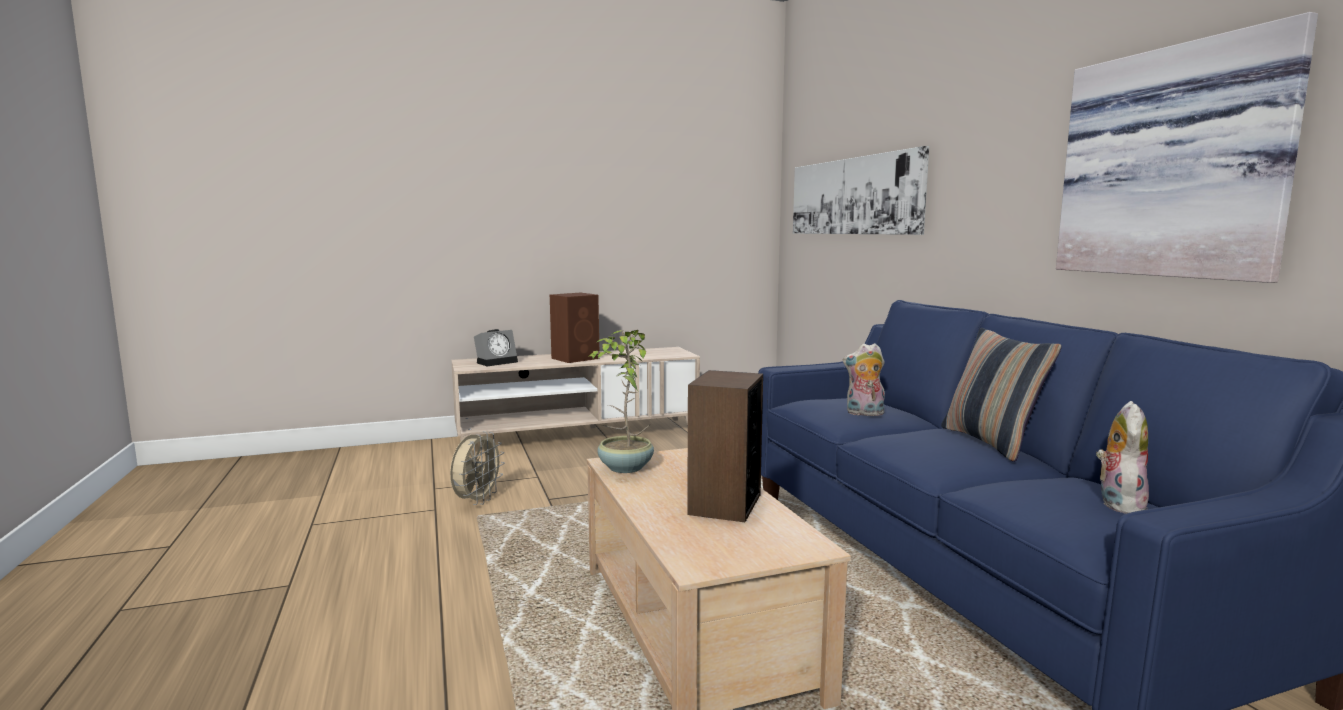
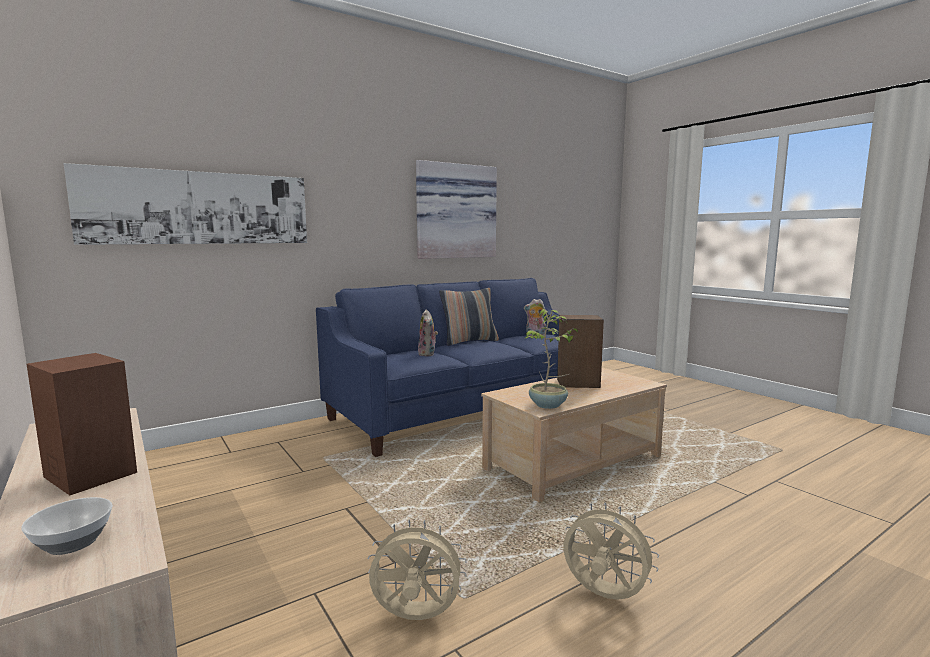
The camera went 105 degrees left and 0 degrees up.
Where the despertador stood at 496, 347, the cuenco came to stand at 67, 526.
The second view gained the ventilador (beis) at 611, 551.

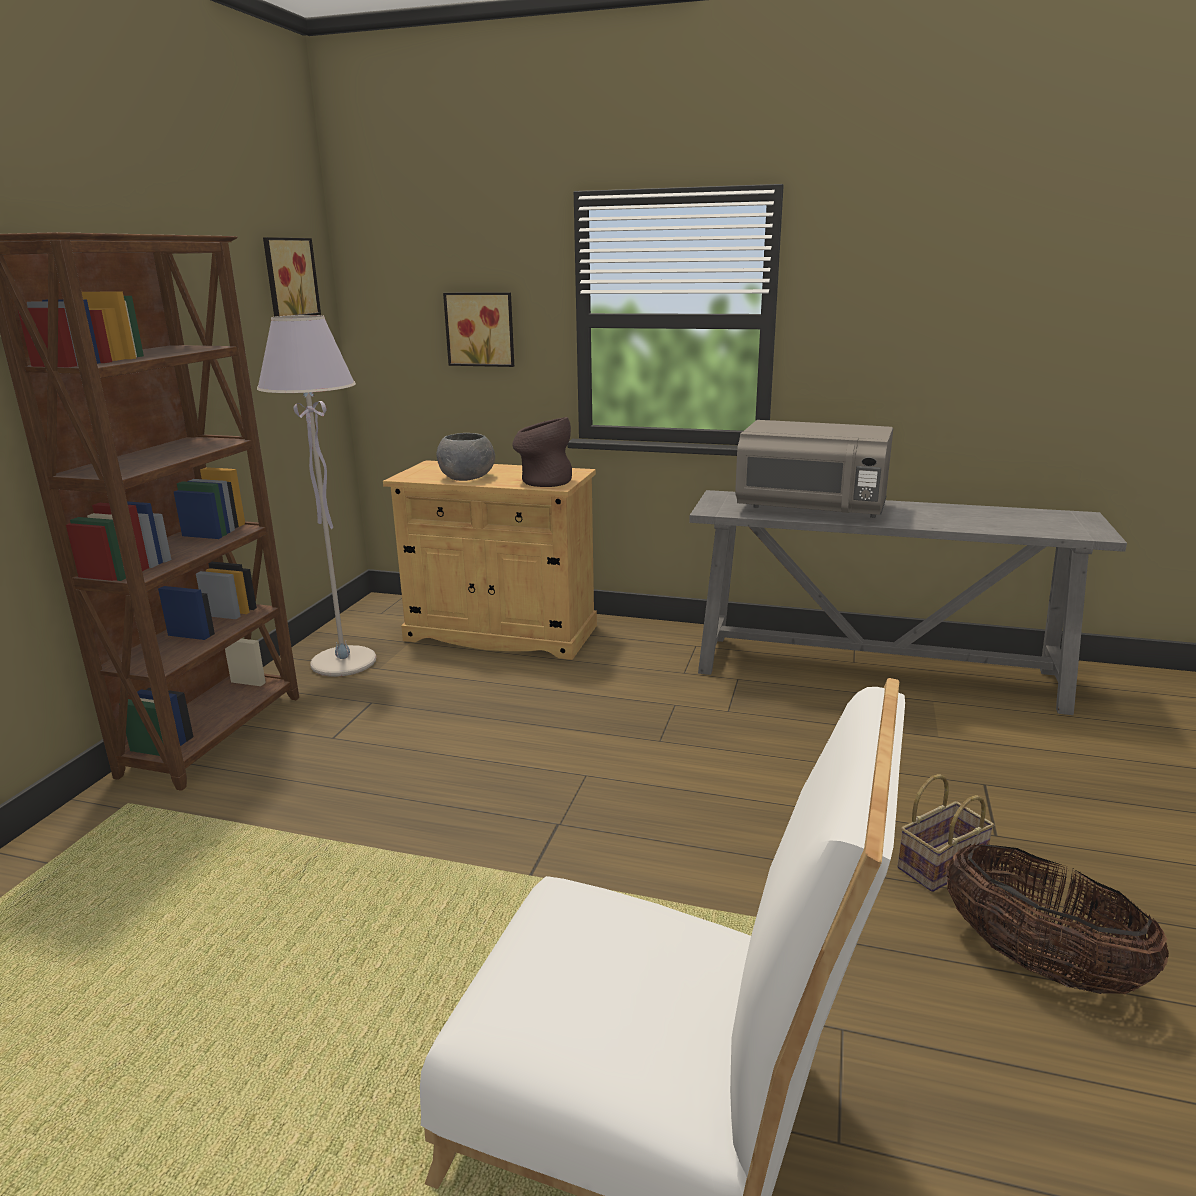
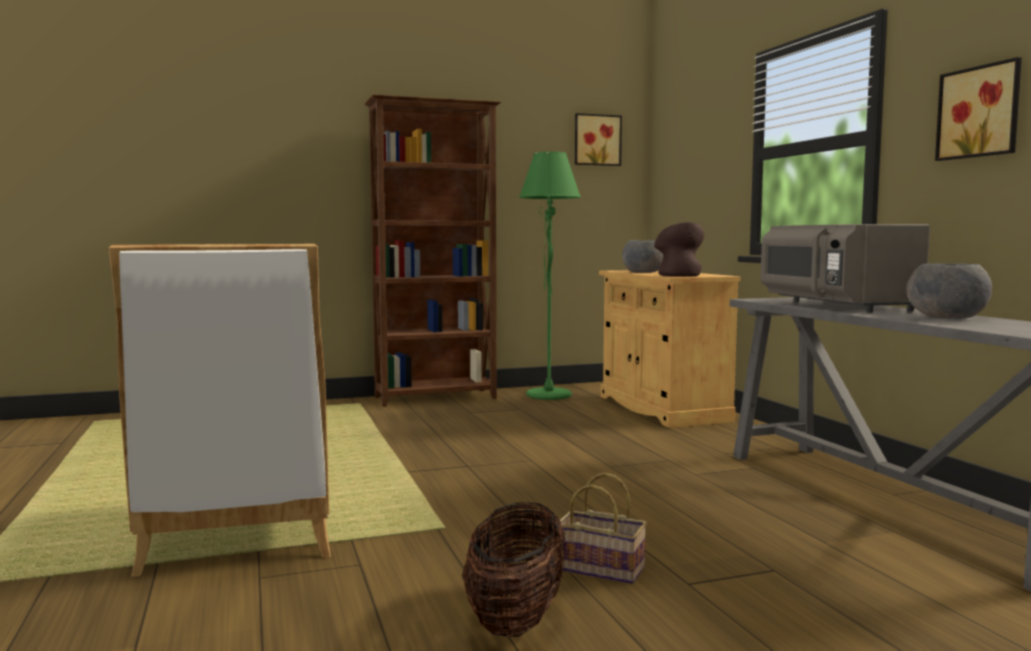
The camera went 55 degrees right and 15 degrees down.
What was the lámpara de pie (gris) at 316, 496 turned into the lámpara de pie (verde) at 550, 276.
The second view gained the cuenco (gris) at 949, 291.
The cuadro ended up elsewhere, having gone from 478, 329 to 978, 109.

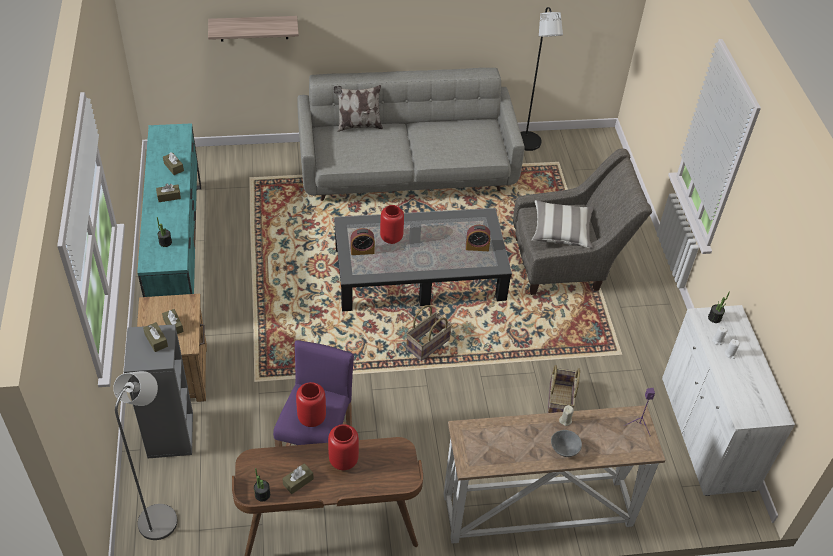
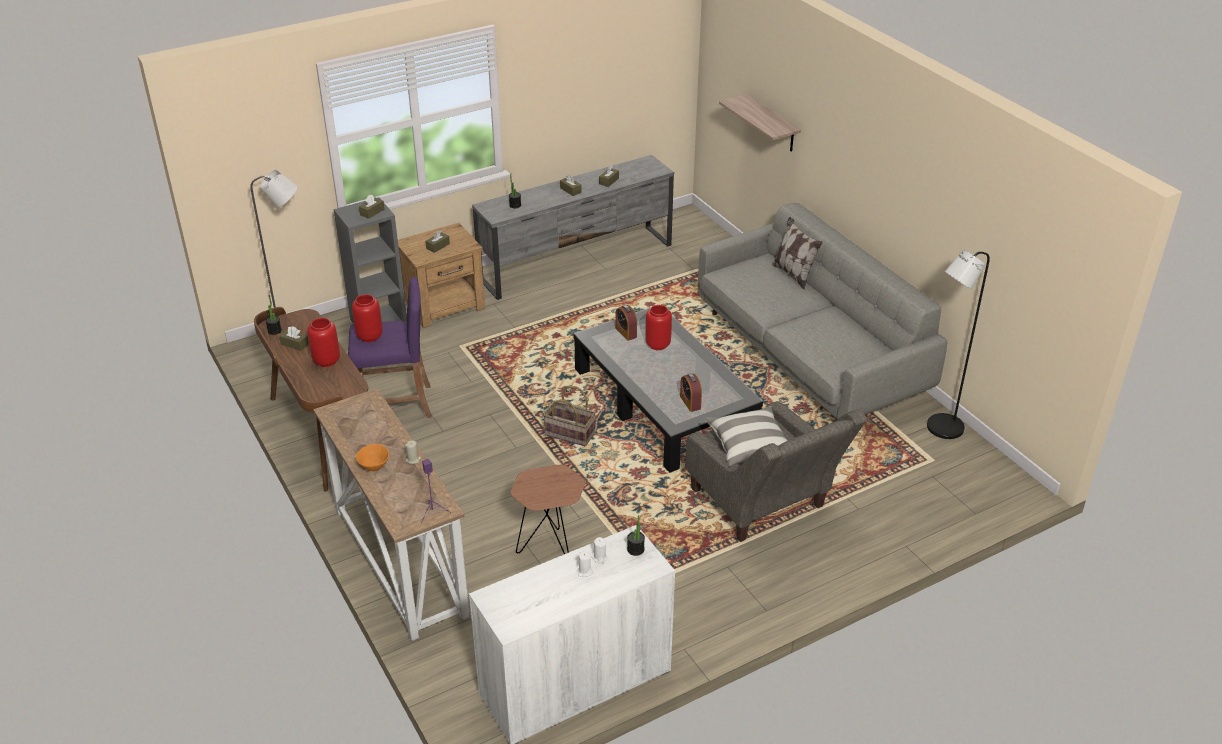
The camera went 70 degrees right and 10 degrees down.
What was the cuenco (gris) at 566, 443 turned into the cuenco (naranja) at 372, 457.
What was the mueble de televisión (turquesa) at 169, 210 turned into the mueble de televisión (gris) at 573, 227.
Where the cesta stood at 563, 389, the mesa auxiliar (marrón) came to stand at 547, 509.

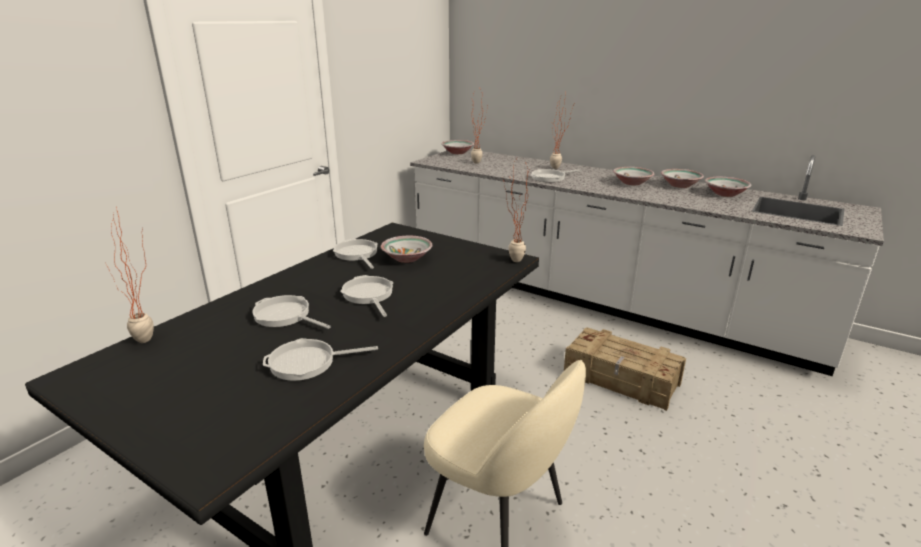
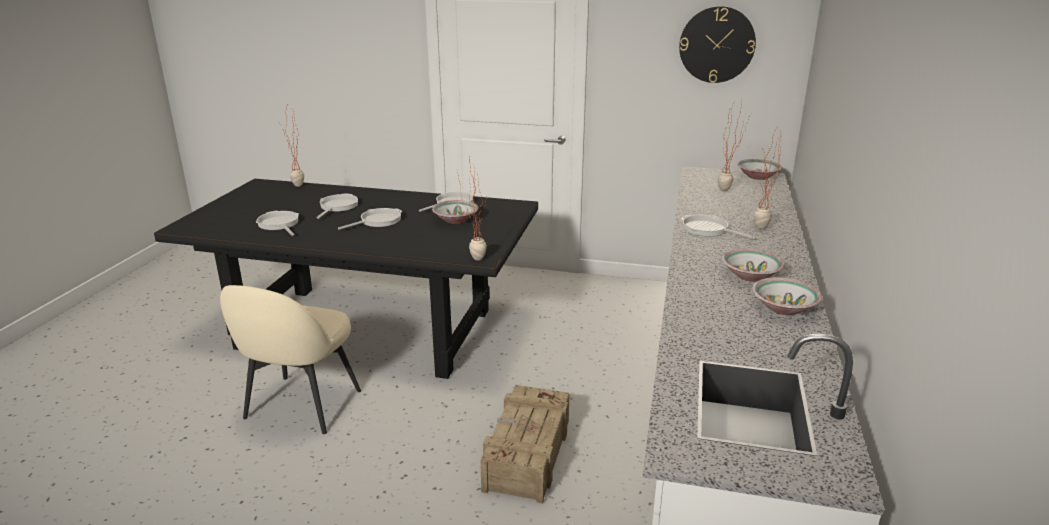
The camera went 70 degrees right and 0 degrees up.
The second view gained the reloj de pared at 717, 44.
The second view lost the cuenco at 728, 187.

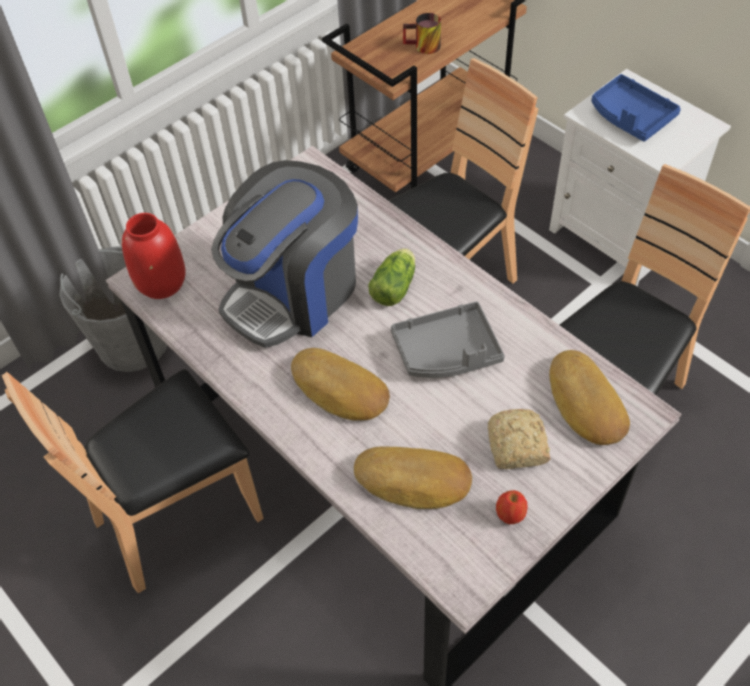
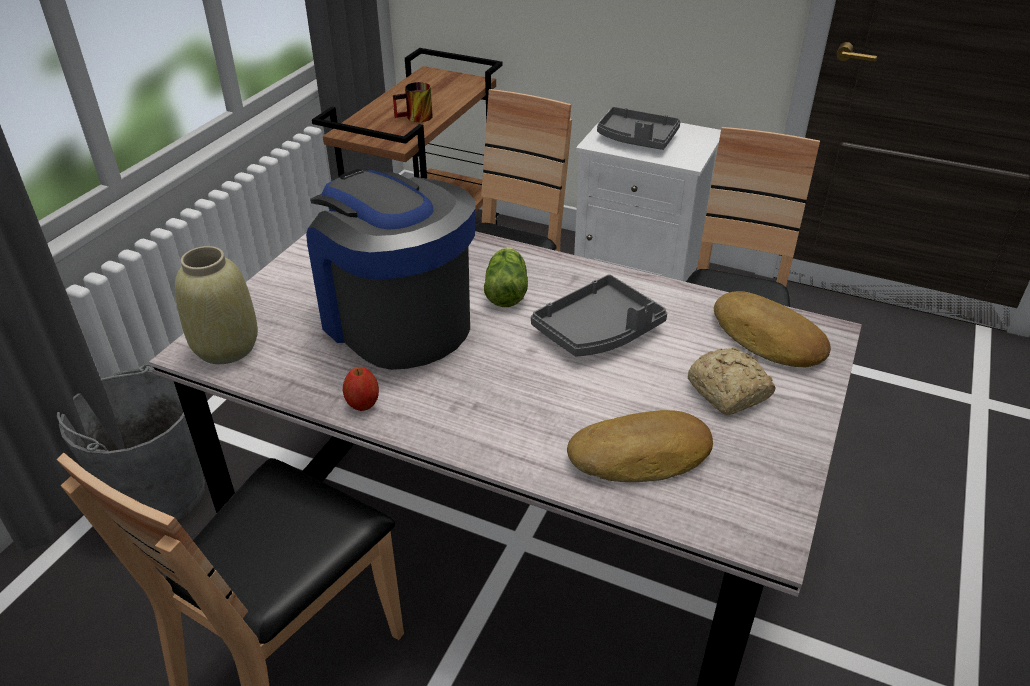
The camera went 25 degrees left and 15 degrees down.
What was the florero (rojo) at 154, 256 turned into the florero (beis) at 216, 305.
The cafetera at 284, 254 ended up facing another way, 120 degrees clockwise from before.
The manzana ended up elsewhere, having gone from 512, 507 to 361, 389.
What was the bandeja (azul) at 636, 108 turned into the bandeja (gris) at 639, 128.
The second view lost the pan at 340, 384.

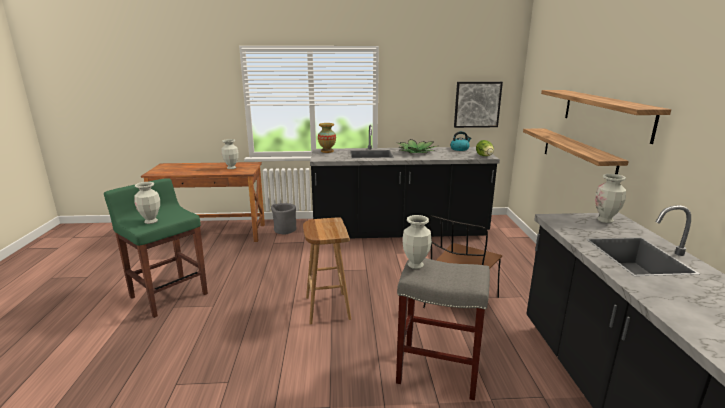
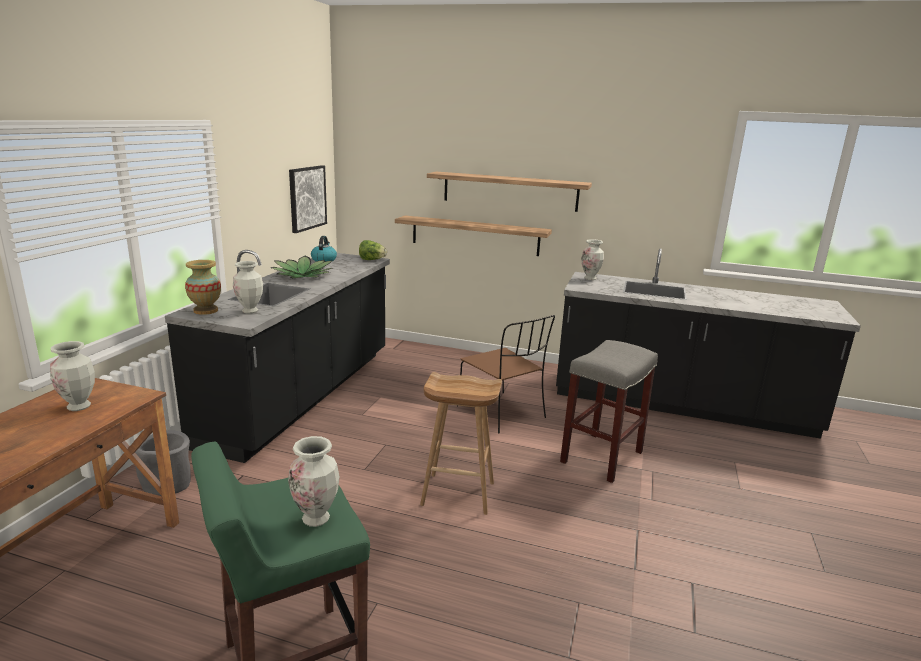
The camera went 70 degrees left and 0 degrees up.
The florero ended up elsewhere, having gone from 417, 242 to 248, 287.

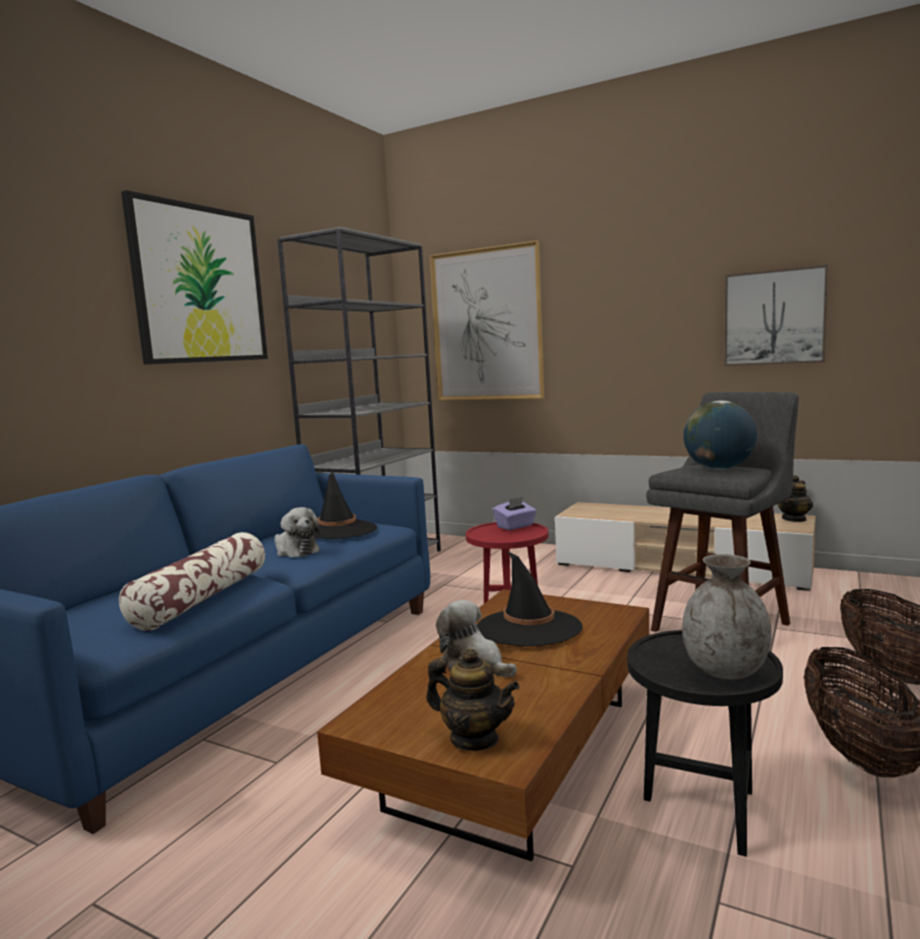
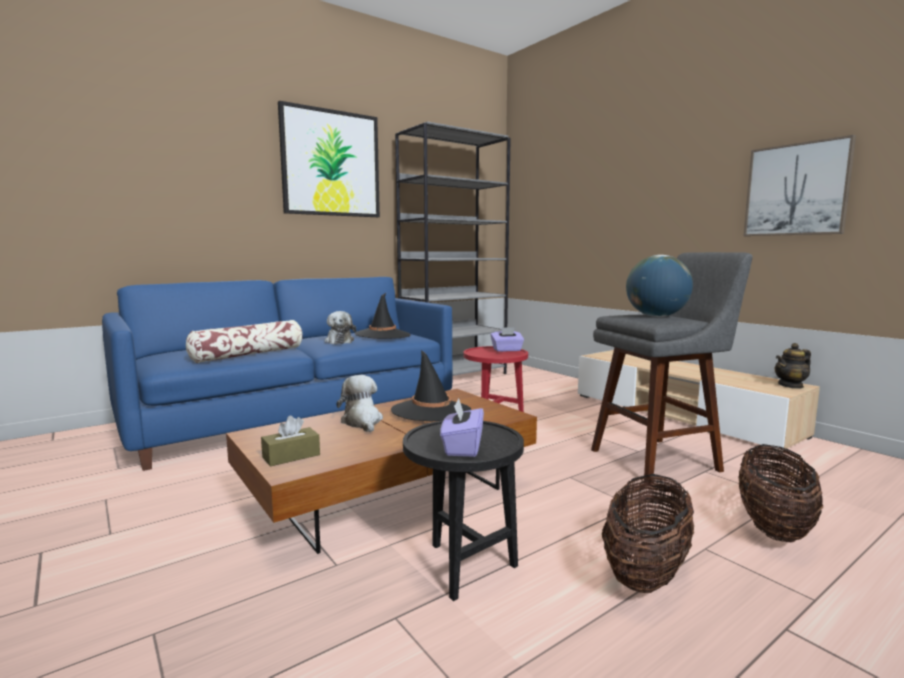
The camera went 25 degrees right and 0 degrees up.
Where the tetera stood at 472, 699, the caja de pañuelos (marrón) came to stand at 290, 441.
Where the florero (gris) stood at 727, 616, the caja de pañuelos (morado) came to stand at 462, 428.
The second view lost the cuadro at 486, 320.

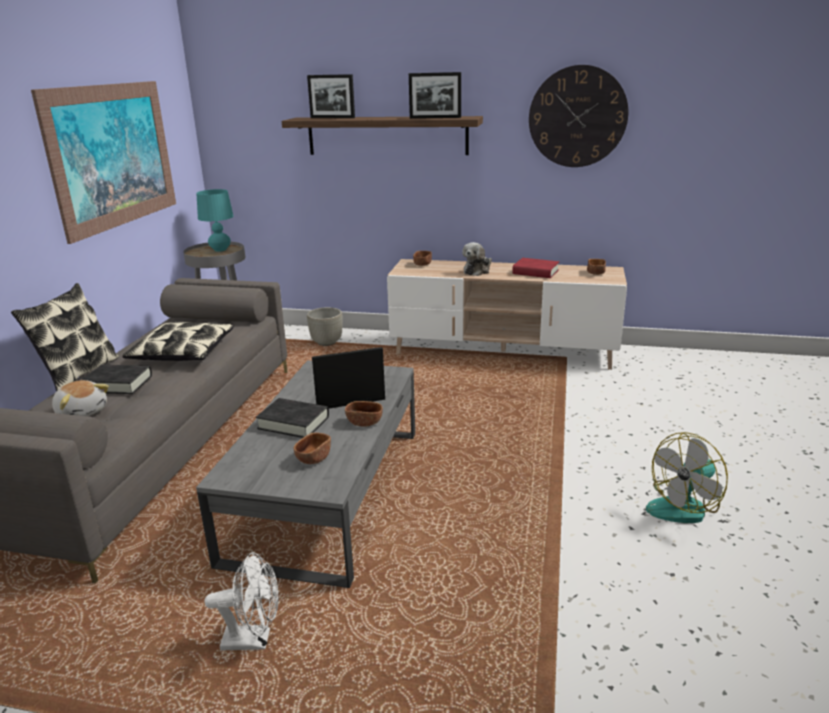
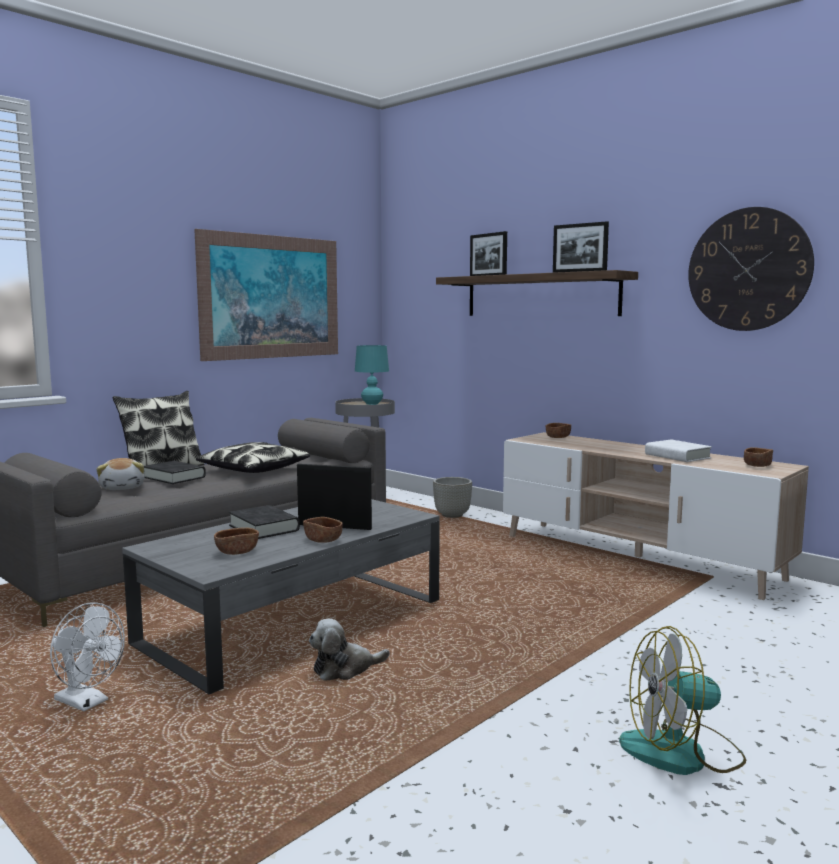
The camera went 30 degrees right and 15 degrees down.
The peluche ended up elsewhere, having gone from 477, 259 to 349, 649.
What was the libro (rojo) at 535, 268 turned into the libro (blanco) at 678, 450.

